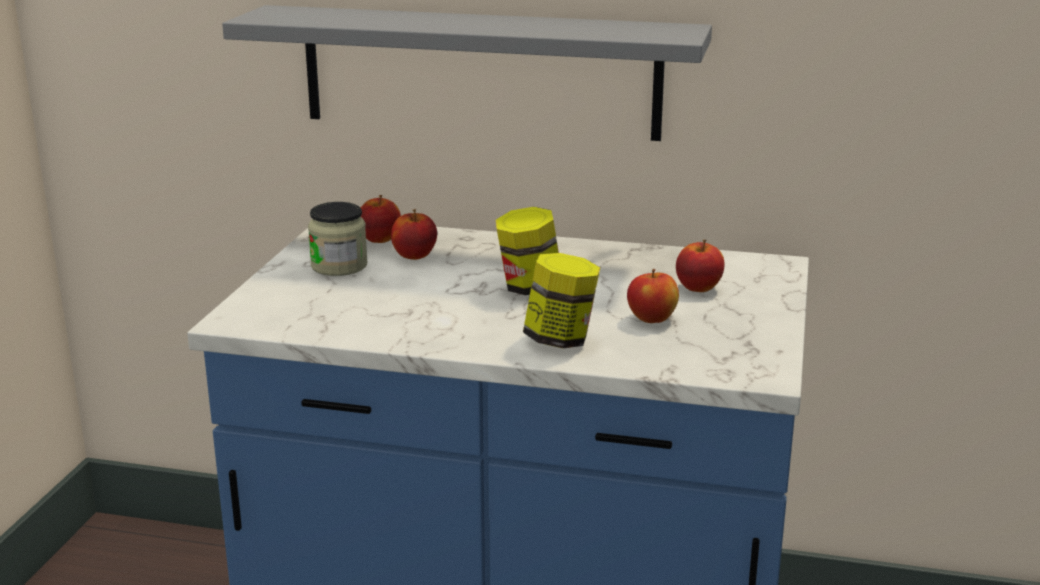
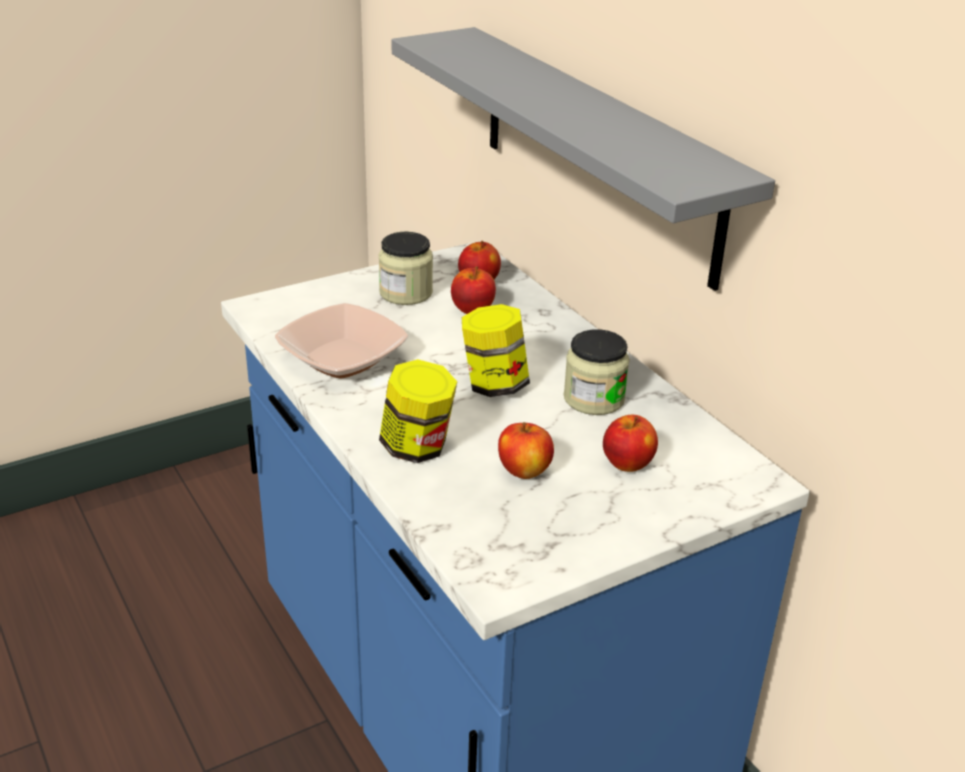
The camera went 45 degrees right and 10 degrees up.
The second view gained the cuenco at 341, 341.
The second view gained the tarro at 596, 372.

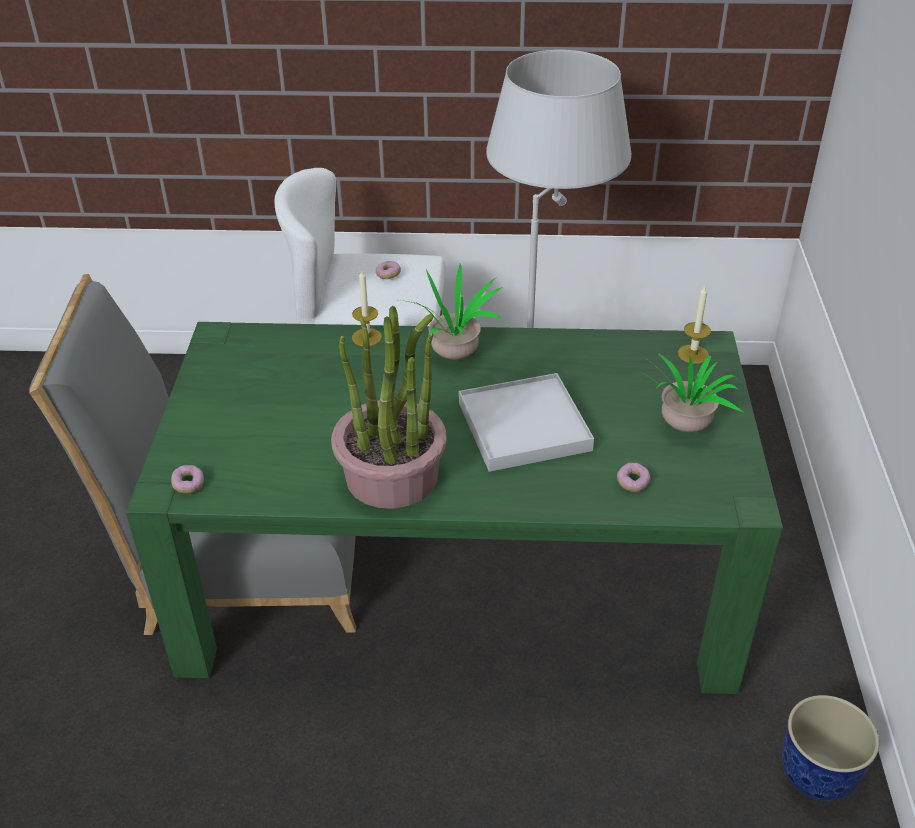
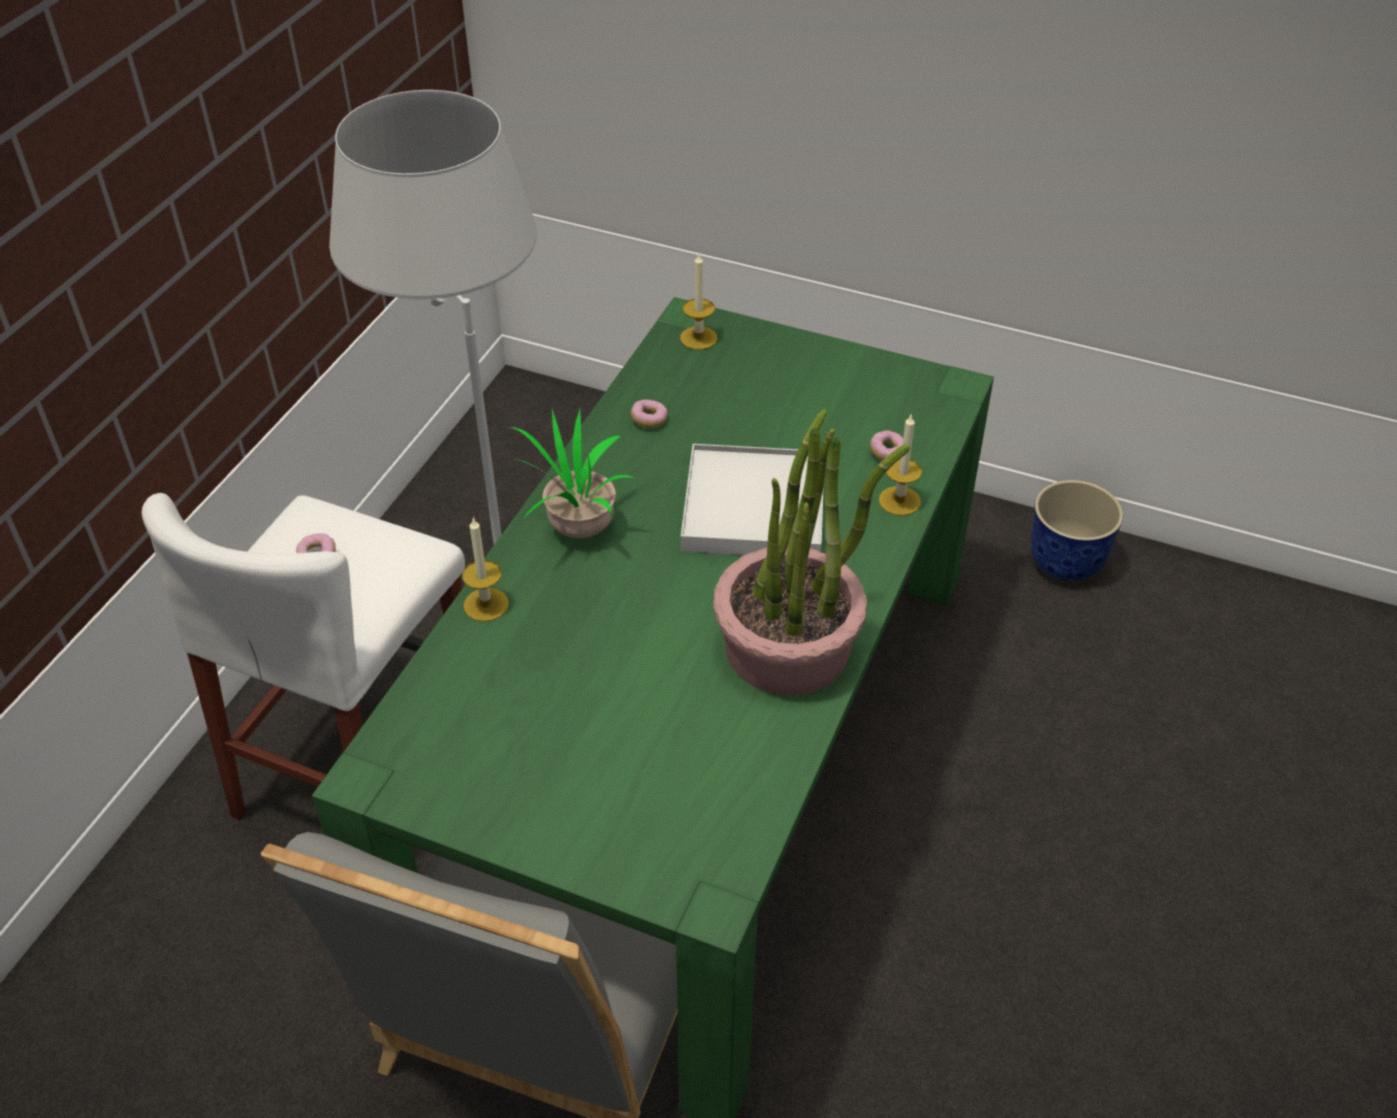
The camera went 70 degrees left and 5 degrees up.
The rosquilla ended up elsewhere, having gone from 187, 479 to 649, 414.
The second view gained the vela at 900, 465.
The second view lost the planta en maceta at 689, 392.

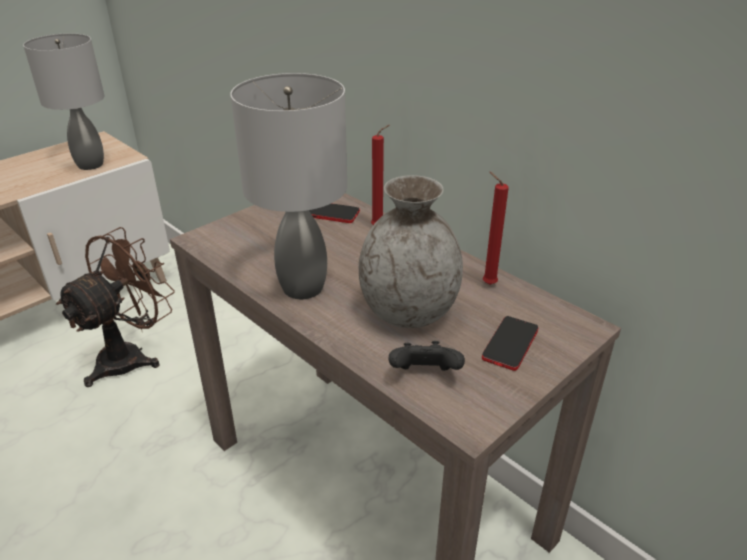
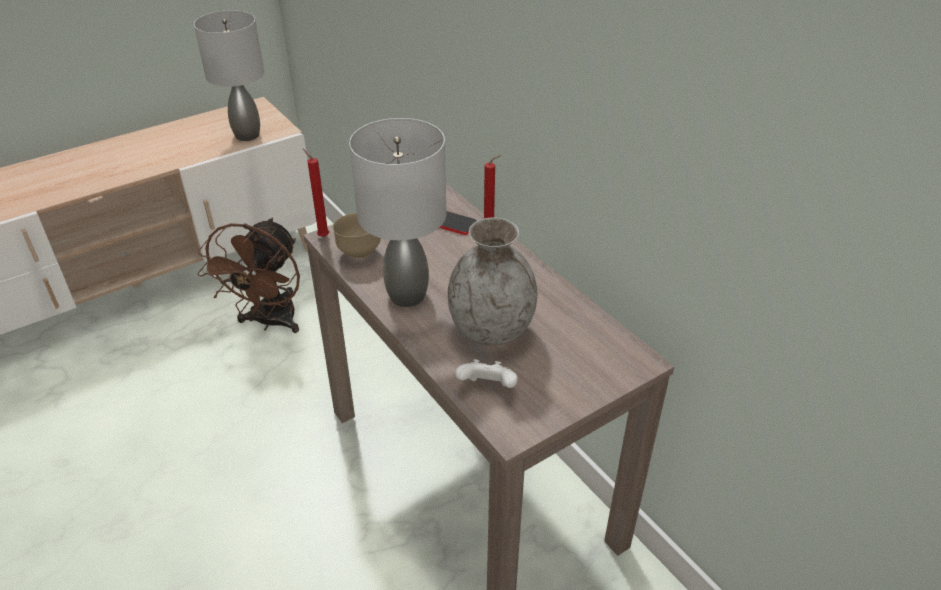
The camera went 10 degrees right and 5 degrees up.
The ventilador (marrón) at 115, 307 ended up facing another way, 150 degrees clockwise from before.
The vela (rojo) ended up elsewhere, having gone from 496, 228 to 316, 193.
The second view gained the cuenco (marrón) at 356, 235.
What was the mando de consola (negro) at 426, 356 turned into the mando de consola (blanco) at 486, 373.
The second view lost the móvil at 510, 343.

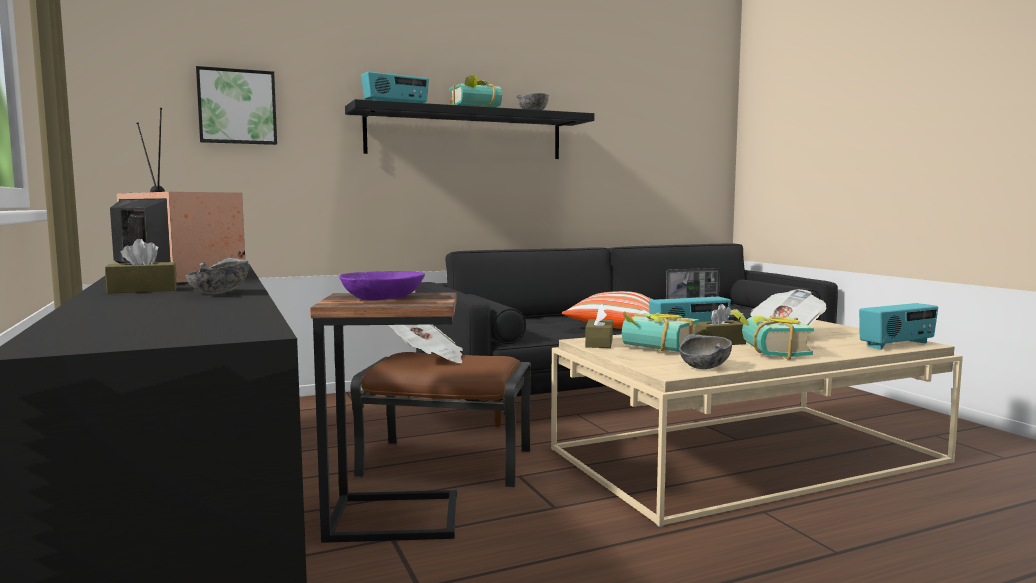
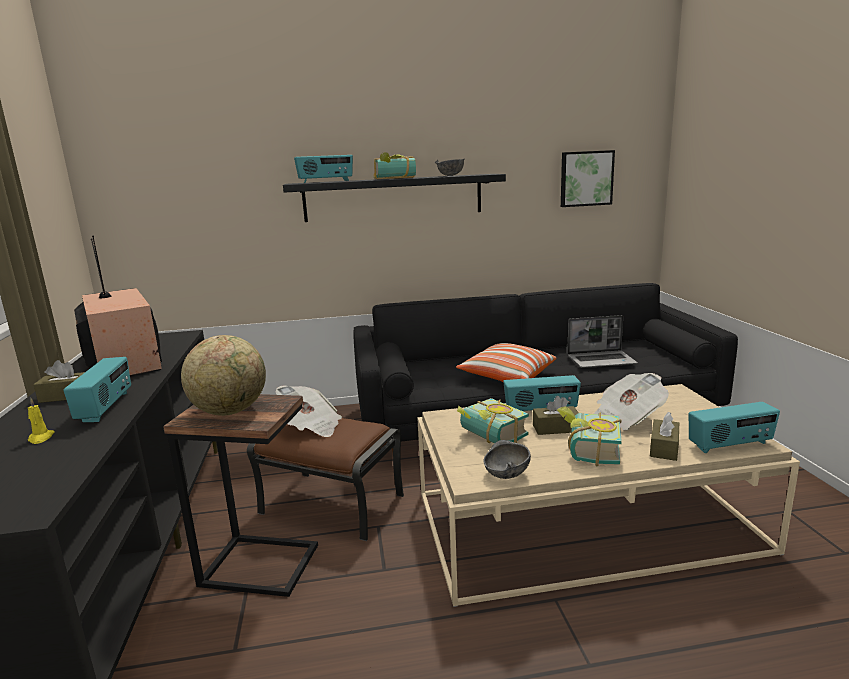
The camera went 15 degrees right and 10 degrees up.
The second view gained the vela (amarillo) at 41, 421.
Where the cuenco (gris) stood at 217, 276, the radio came to stand at 97, 389.
Where the cuenco (morado) stood at 382, 286, the globo terráqueo came to stand at 223, 375.
The cuadro ended up elsewhere, having gone from 236, 105 to 588, 178.
The caja de pañuelos (marrón) ended up elsewhere, having gone from 599, 326 to 664, 436.

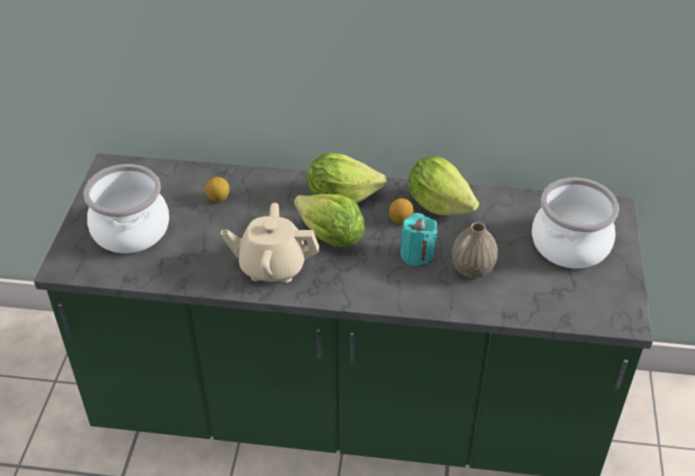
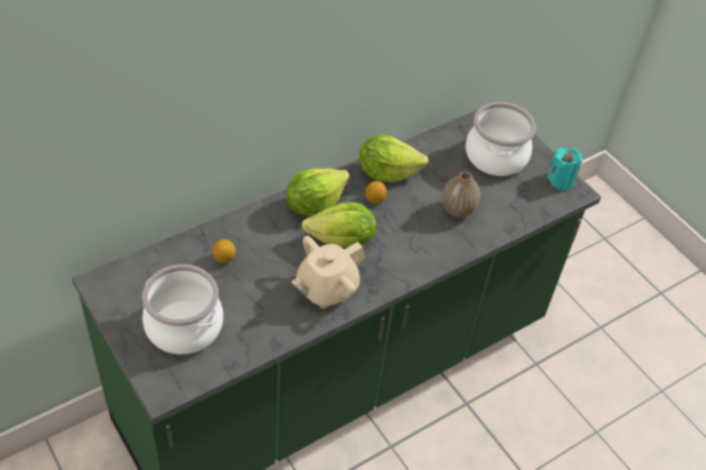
The camera went 45 degrees left and 5 degrees up.
The vela (turquesa) ended up elsewhere, having gone from 418, 239 to 564, 169.

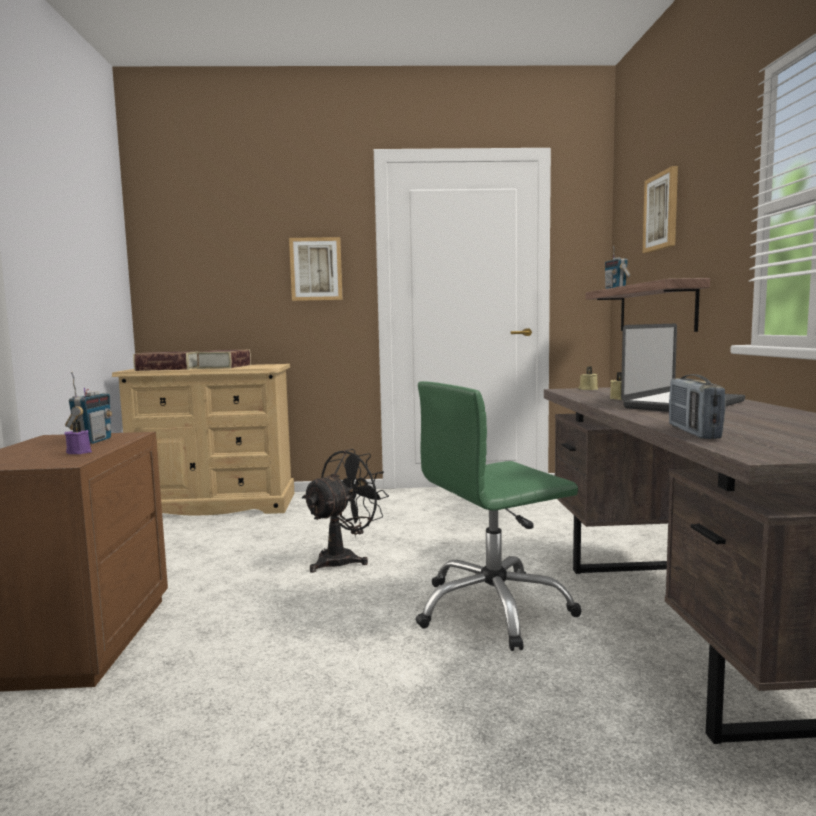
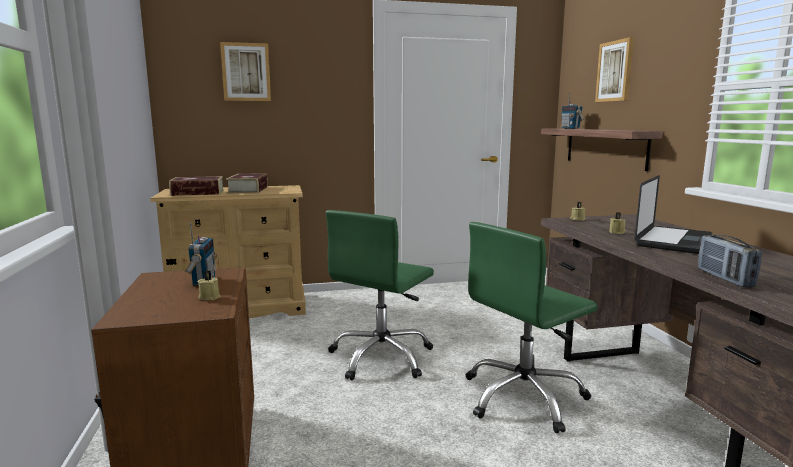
The camera went 10 degrees left and 5 degrees up.
What was the vela (morado) at 78, 437 turned into the vela (beis) at 209, 285.
The cuadro ended up elsewhere, having gone from 316, 269 to 245, 71.
Where the ventilador (negro) stood at 345, 511, the silla de oficina (verde) came to stand at 380, 295.

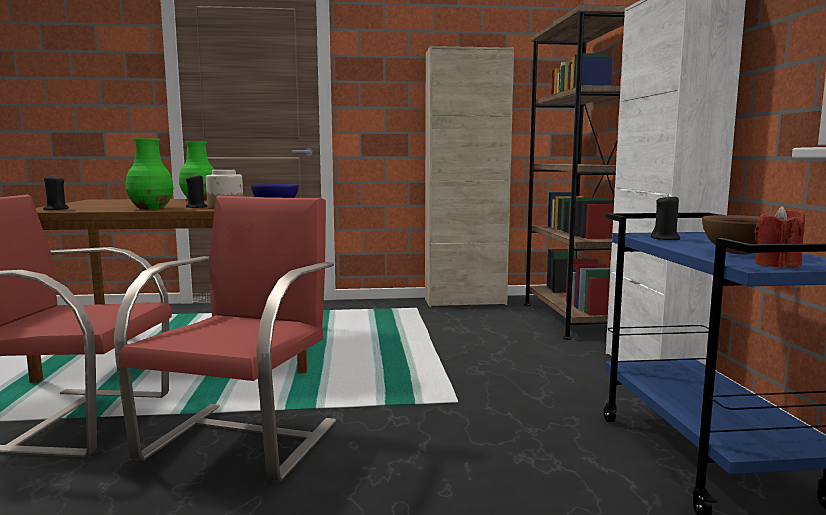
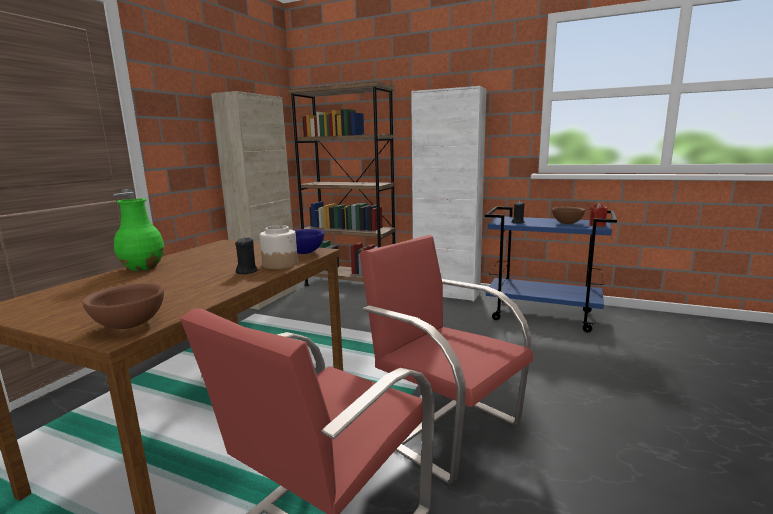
The camera went 60 degrees left and 5 degrees up.
Where the vela (negro) stood at 56, 192, the cuenco (marrón) came to stand at 123, 306.
The second view lost the florero (verde) at 150, 173.

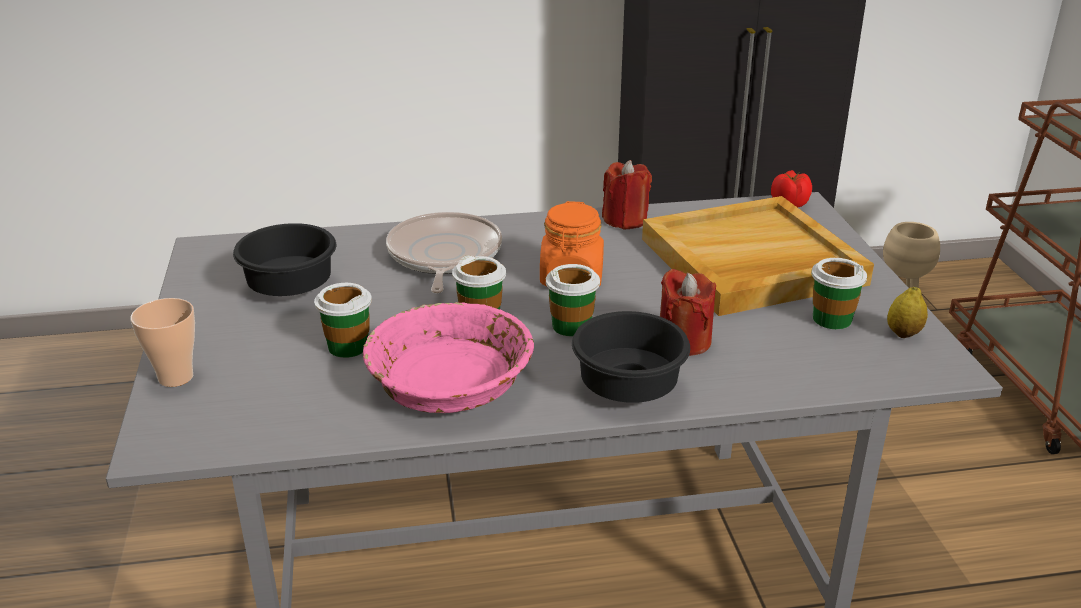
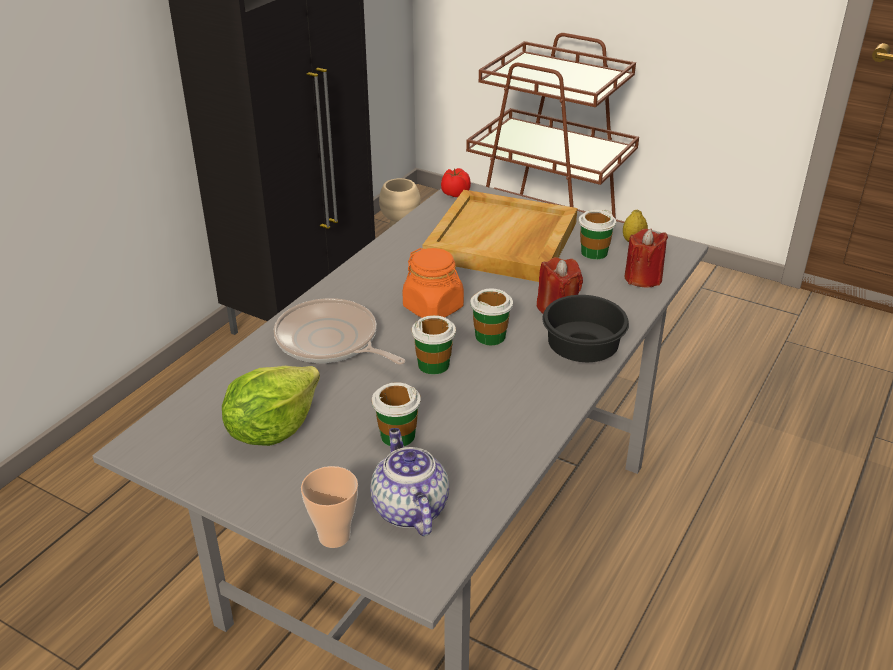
The camera went 50 degrees left and 5 degrees up.
Where the cuenco (negro) stood at 284, 259, the lechuga came to stand at 271, 406.
The second view gained the tetera at 409, 482.
The vela (rojo) ended up elsewhere, having gone from 627, 195 to 646, 258.
The second view lost the cuenco (rosa) at 448, 357.

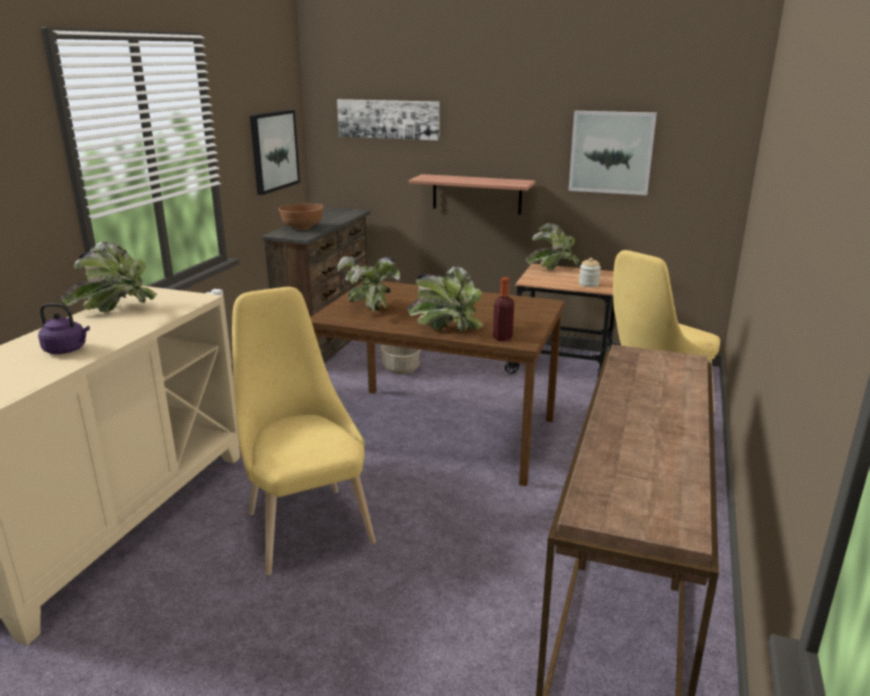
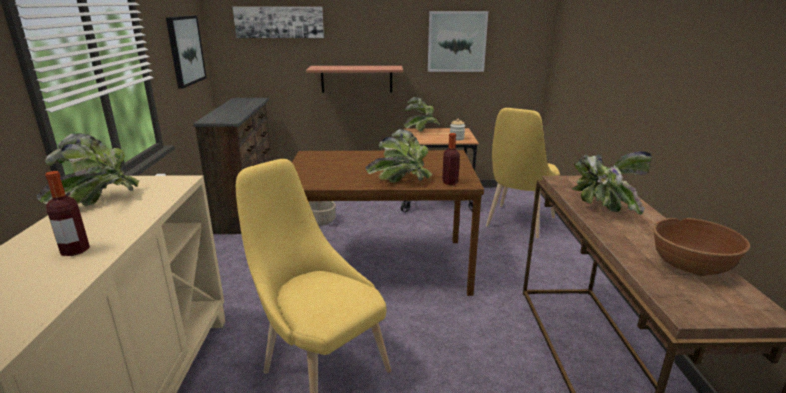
The camera went 20 degrees left and 0 degrees up.
Where the hervidor (morado) stood at 64, 328, the botella came to stand at 67, 213.
The planta en maceta ended up elsewhere, having gone from 368, 284 to 612, 183.
The cuenco (marrón) ended up elsewhere, having gone from 301, 216 to 701, 247.

